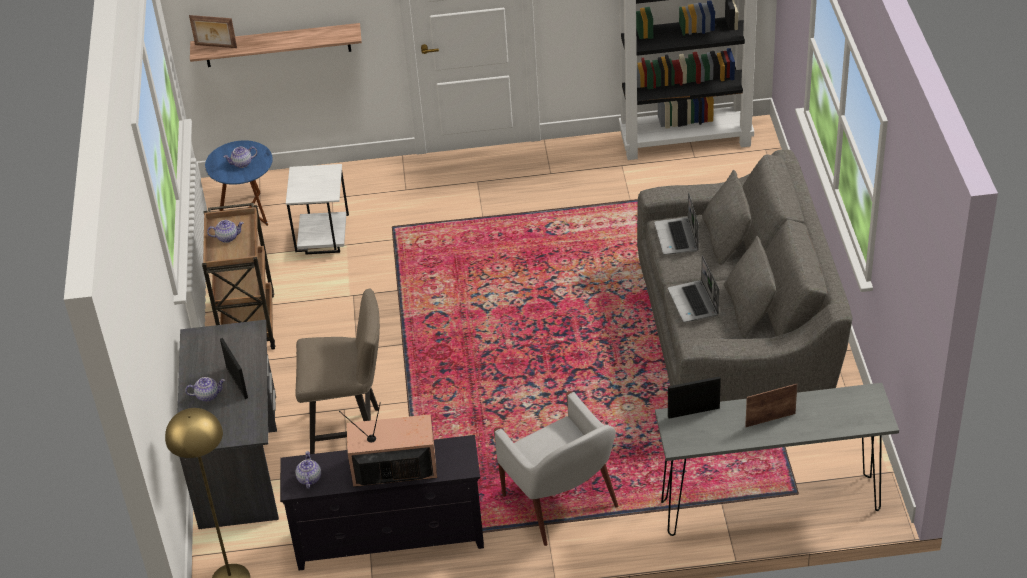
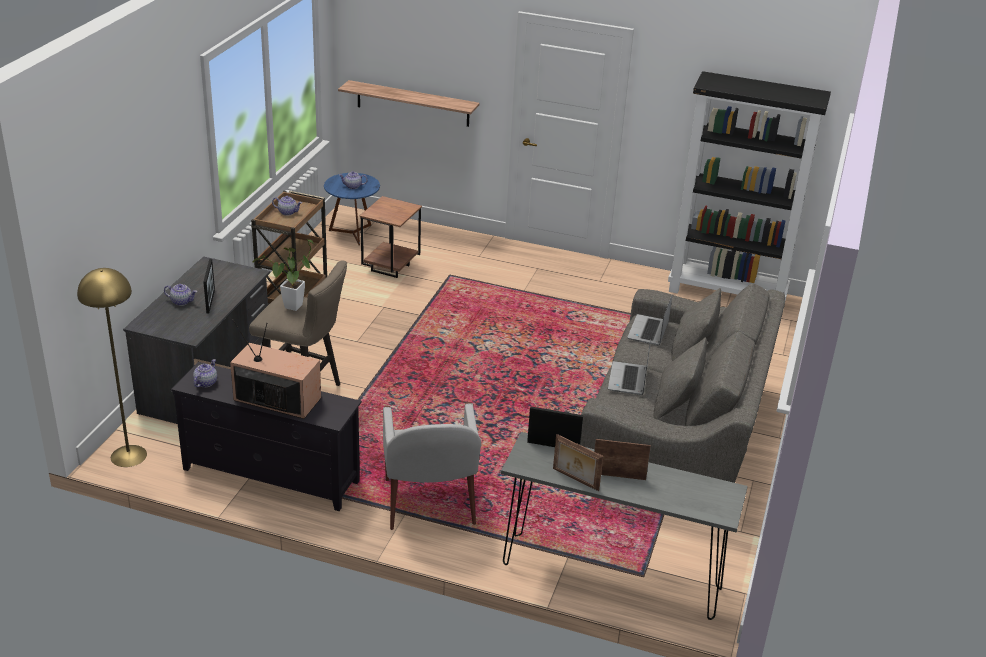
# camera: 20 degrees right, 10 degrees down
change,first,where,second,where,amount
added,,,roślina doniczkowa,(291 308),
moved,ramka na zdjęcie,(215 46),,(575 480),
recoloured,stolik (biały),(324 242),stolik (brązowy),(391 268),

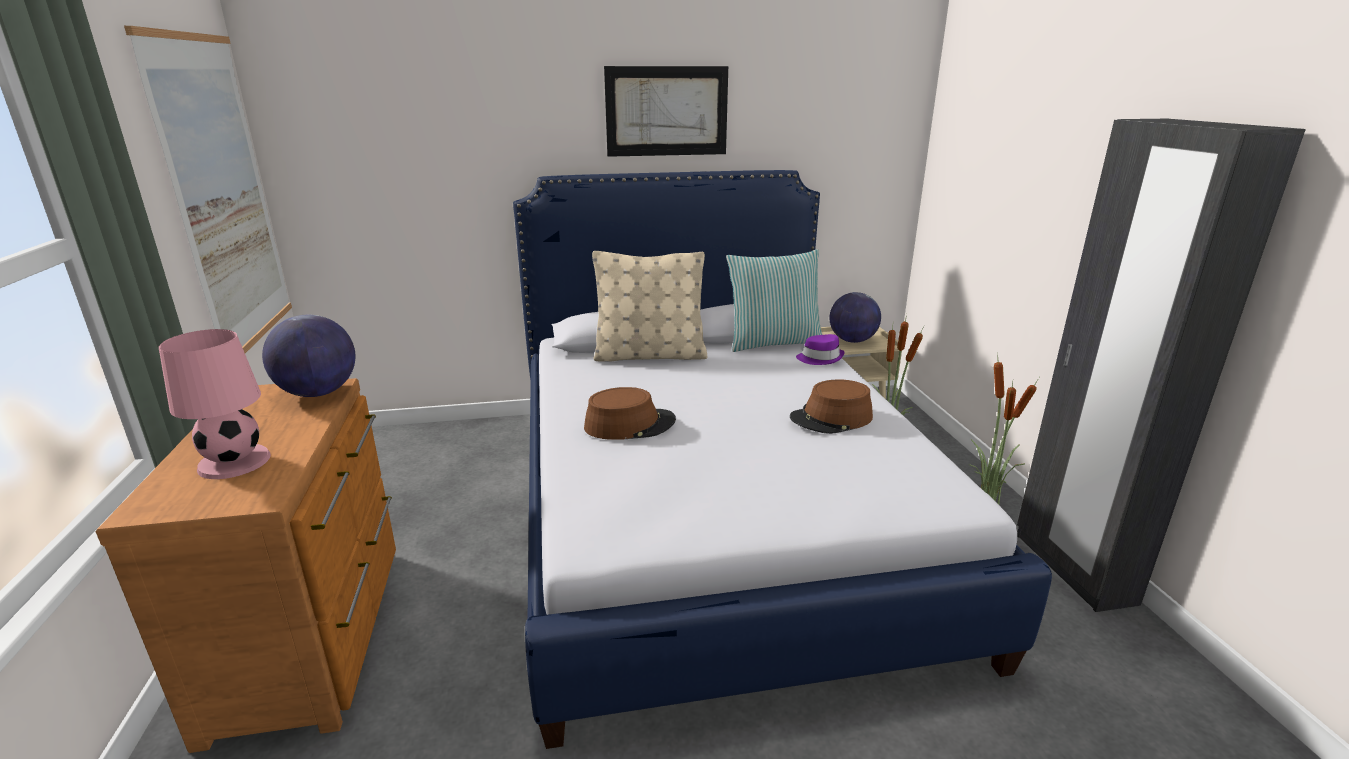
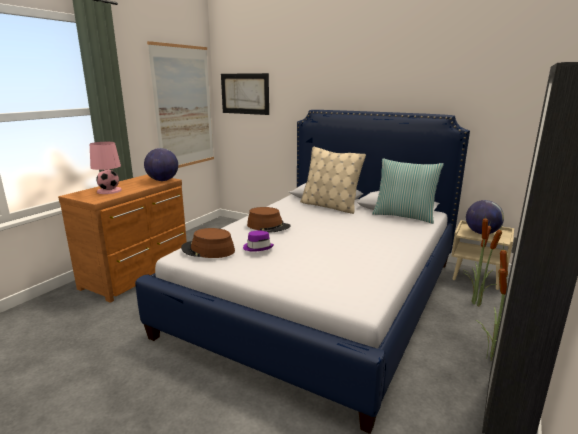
# camera: 40 degrees right, 5 degrees down
change,first,where,second,where,amount
moved,obraz,(667 111),,(244 94),
moved,kapelusz (brązowy),(831 418),,(208 250),
moved,kapelusz (fioletowy),(820 358),,(258 247),

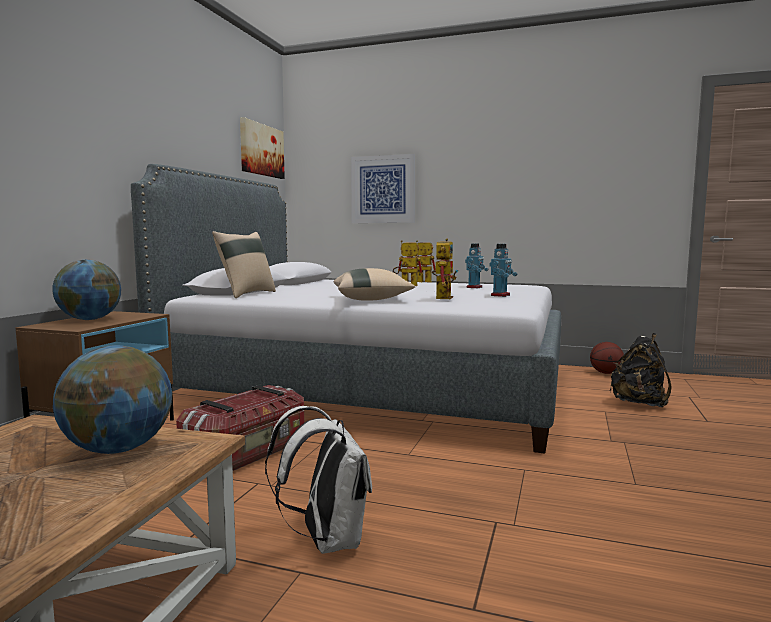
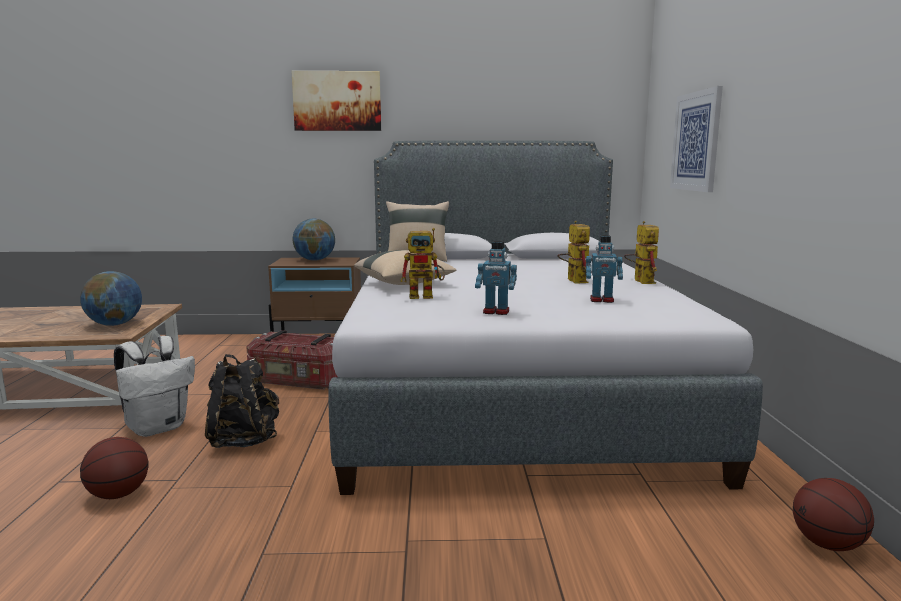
# camera: 70 degrees right, 5 degrees up
change,first,where,second,where,amount
added,,,piłka do koszykówki,(118 495),
moved,obraz,(261 150),,(337 101),
moved,plecak (czarny),(639 403),,(244 440),

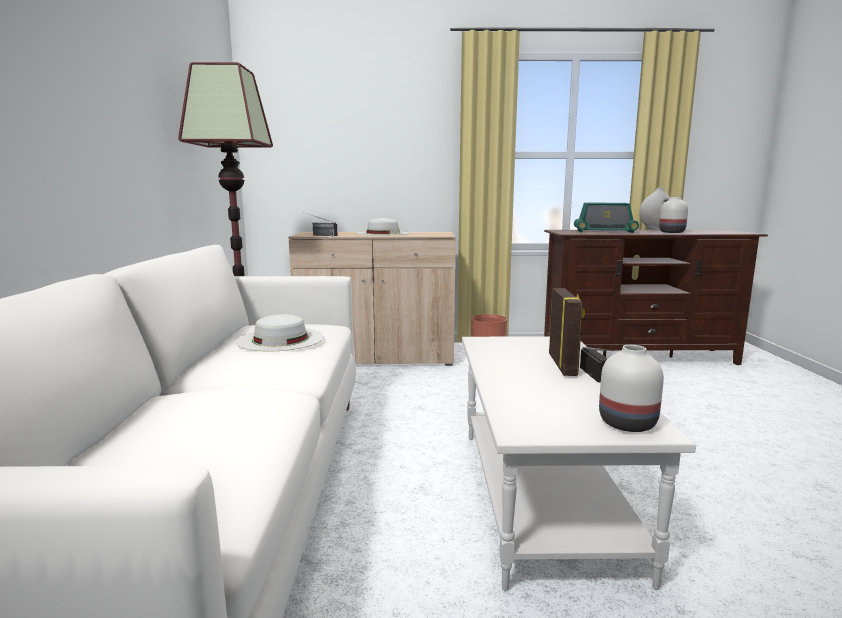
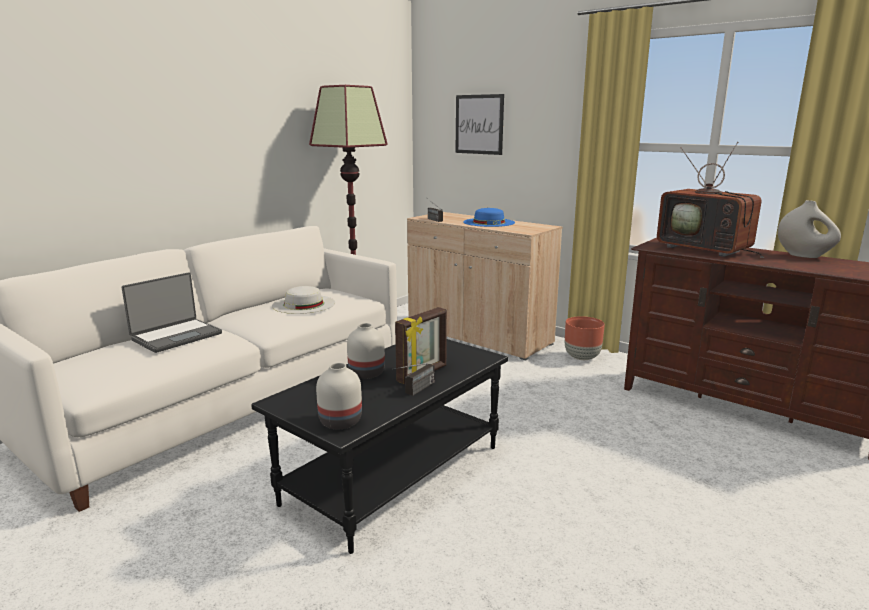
# camera: 40 degrees right, 5 degrees up
change,first,where,second,where,amount
added,,,laptop,(176 336),
added,,,obraz,(479 124),
moved,wazon (biały),(671 232),,(365 373),
replaced,radio,(604 231),telewizor,(707 249),
recoloured,kapelusz (biały),(383 233),kapelusz (niebieski),(489 222),
recoloured,ława (biały),(539 496),ława (czarny),(393 473),

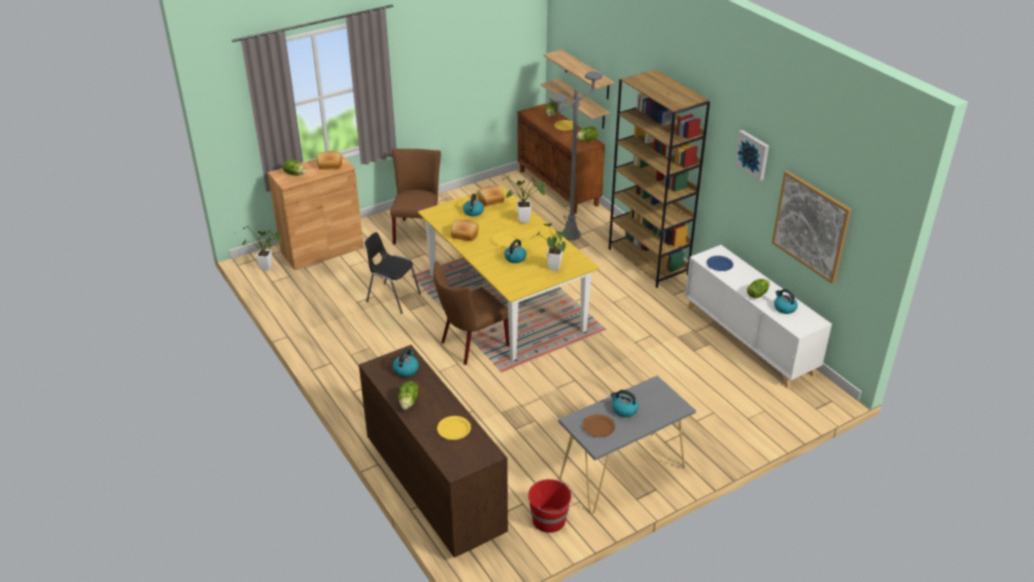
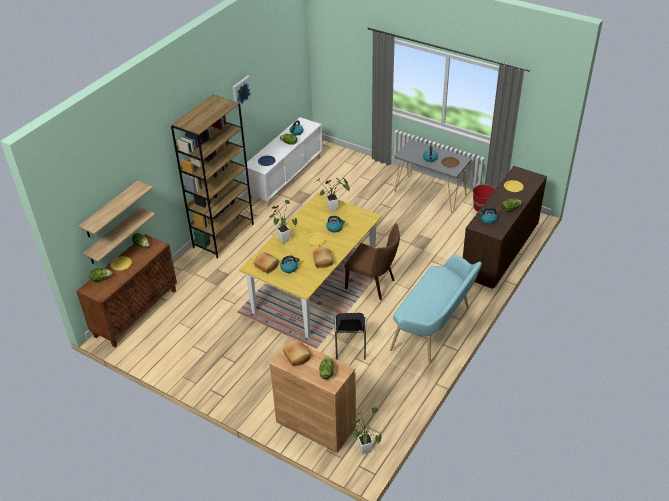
# camera: 115 degrees left, 5 degrees up
change,first,where,second,where,amount
removed,krzesło (brązowy),(418 230),,,
removed,lampa stojąca (szary),(570 235),,,
removed,obraz,(811 226),,,
added,,,ławka (turkusowy),(434 329),

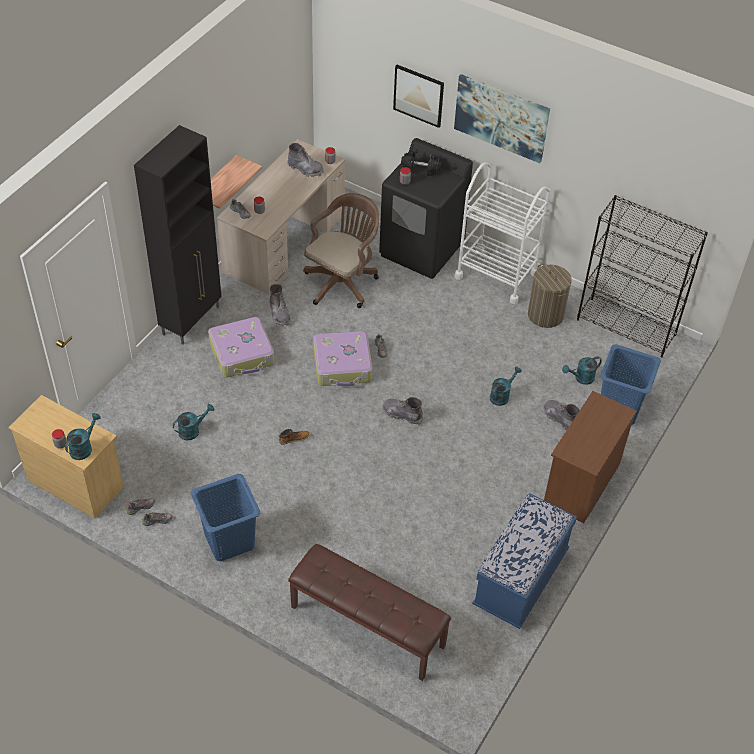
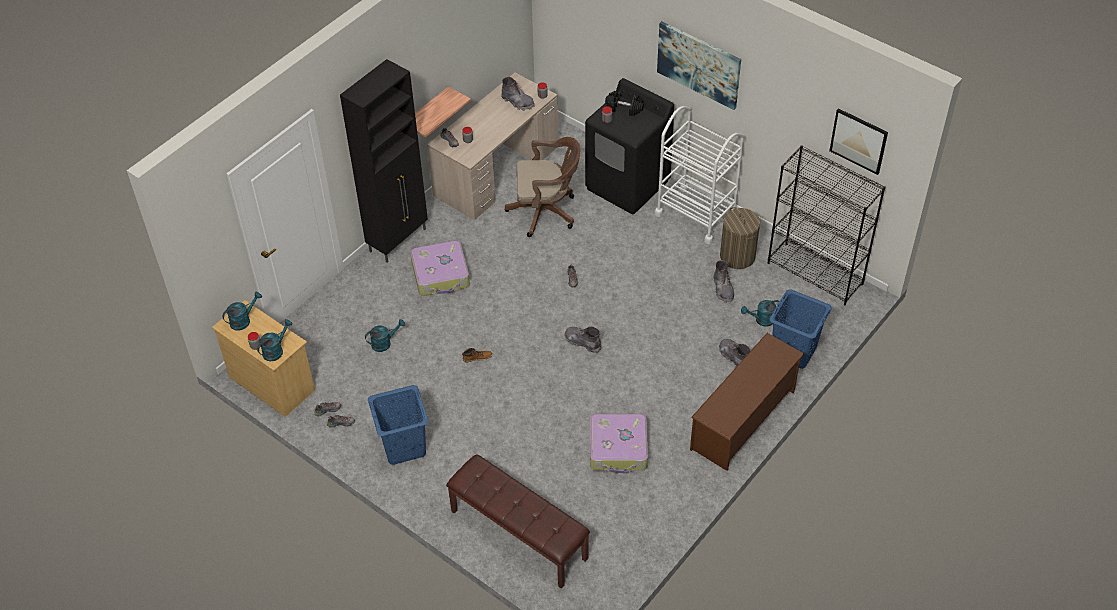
# camera: 10 degrees right, 0 degrees up
change,first,where,second,where,amount
removed,ławka (niebieski),(520 579),,,
moved,but z cholewką (szary),(279 313),,(723 289),
moved,walizka,(343 365),,(618 449),
moved,obraz,(418 95),,(858 141),
moved,konewka (turkusowy),(501 395),,(243 320),
replaced,komoda (brązowy),(581 483),regał na buty (brązowy),(743 420),
turned,krzesło biurowe (brązowy),(343 281),,(546 212),45 degrees clockwise

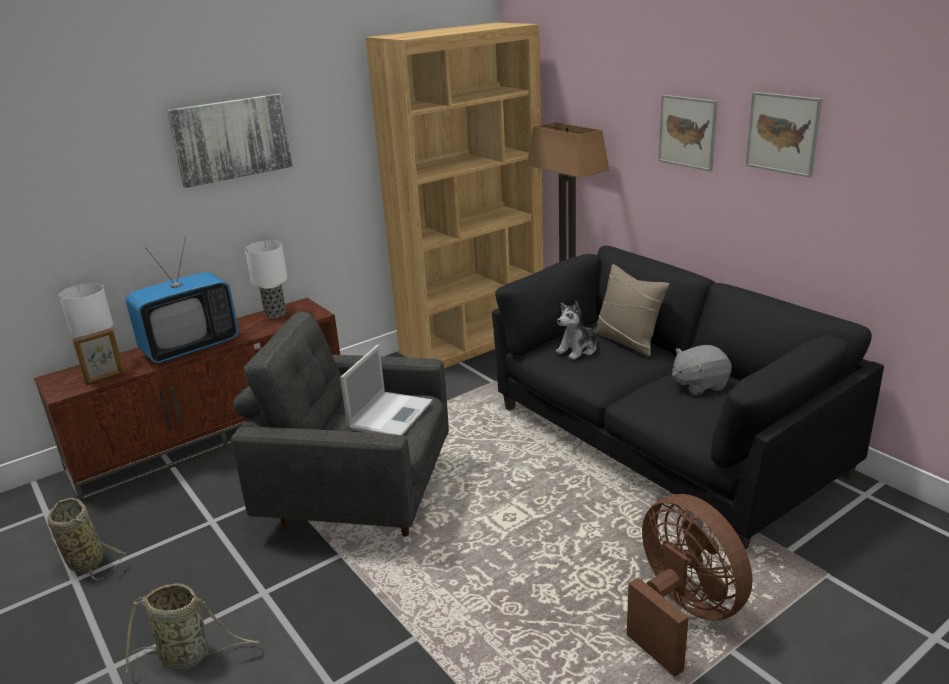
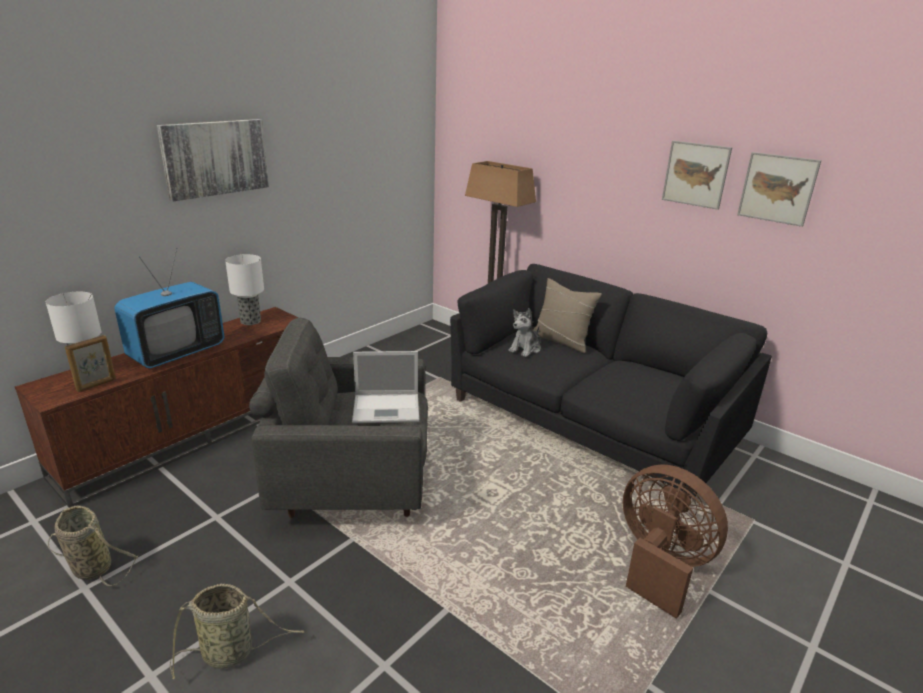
# camera: 15 degrees left, 0 degrees up
change,first,where,second,where,amount
removed,regał (brązowy),(473 341),,,
removed,pluszak (szary),(699 385),,,
moved,obraz,(687 132),,(777 188),
turned,laptop,(391 414),,(388 408),75 degrees clockwise

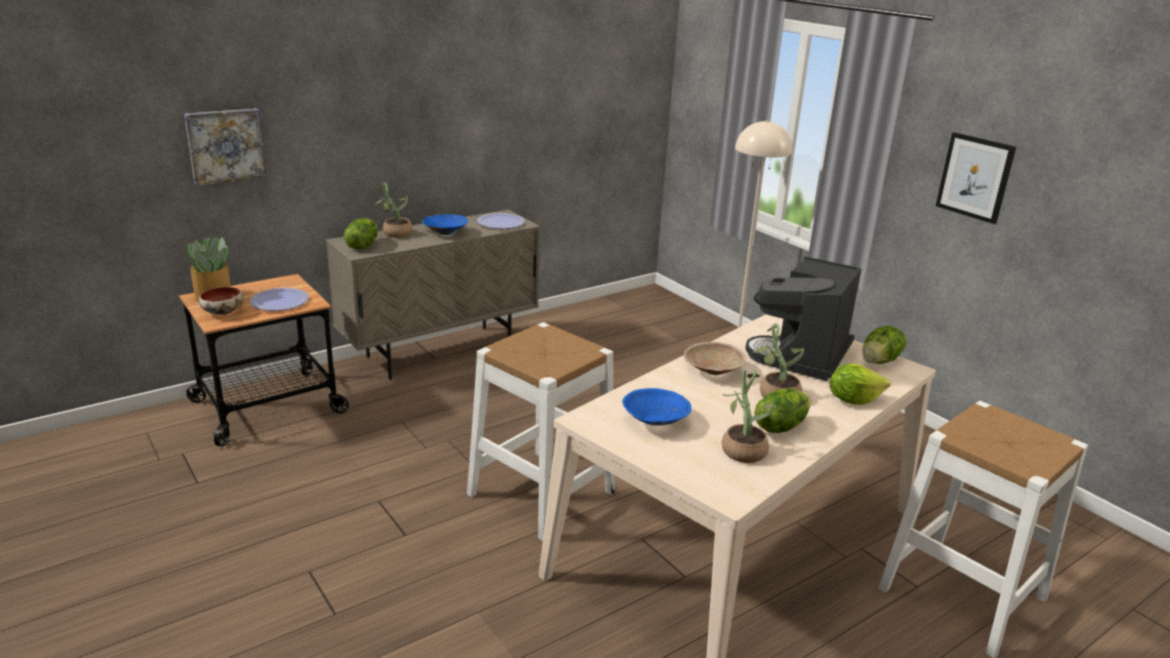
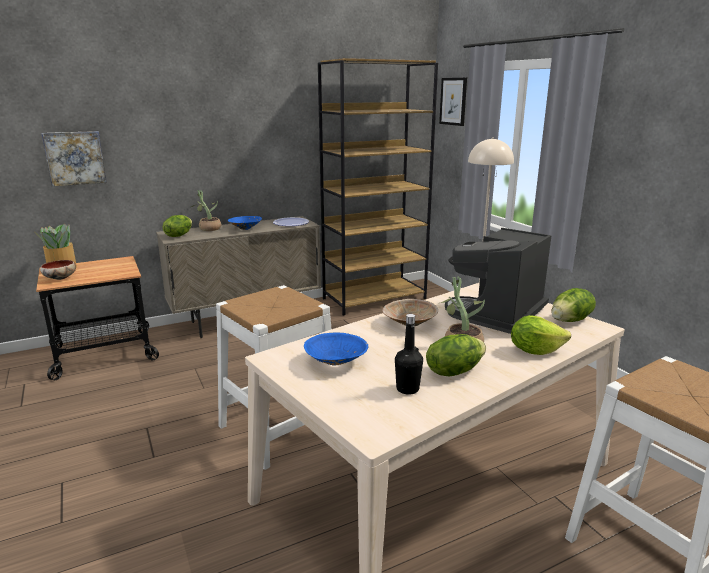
# camera: 10 degrees right, 5 degrees down
change,first,where,second,where,amount
removed,talerz,(279 301),,,
added,,,regał (brązowy),(374 298),
moved,obraz,(975 177),,(453 101),
replaced,roślina doniczkowa,(741 448),butelka (czarny),(407 389),

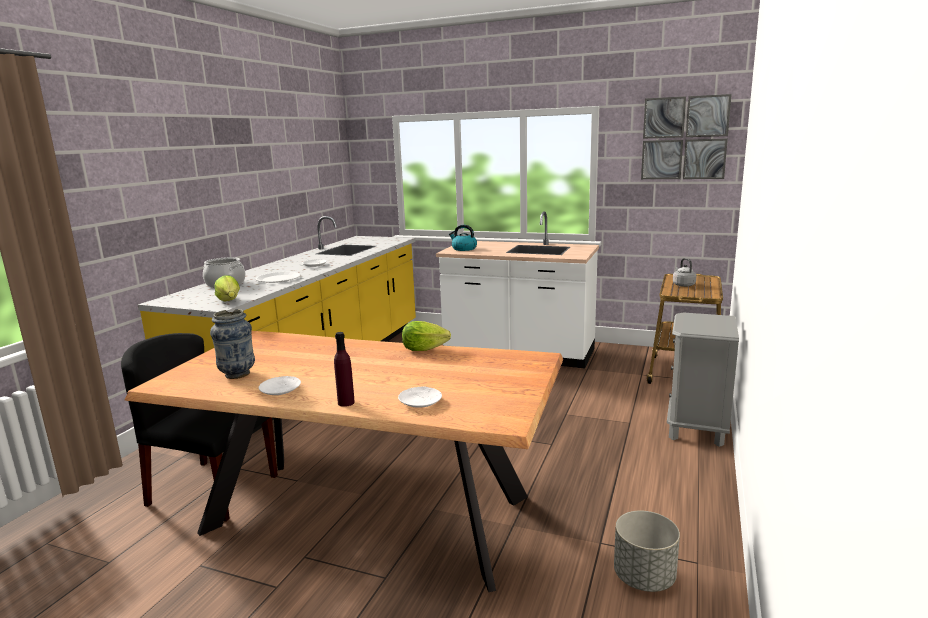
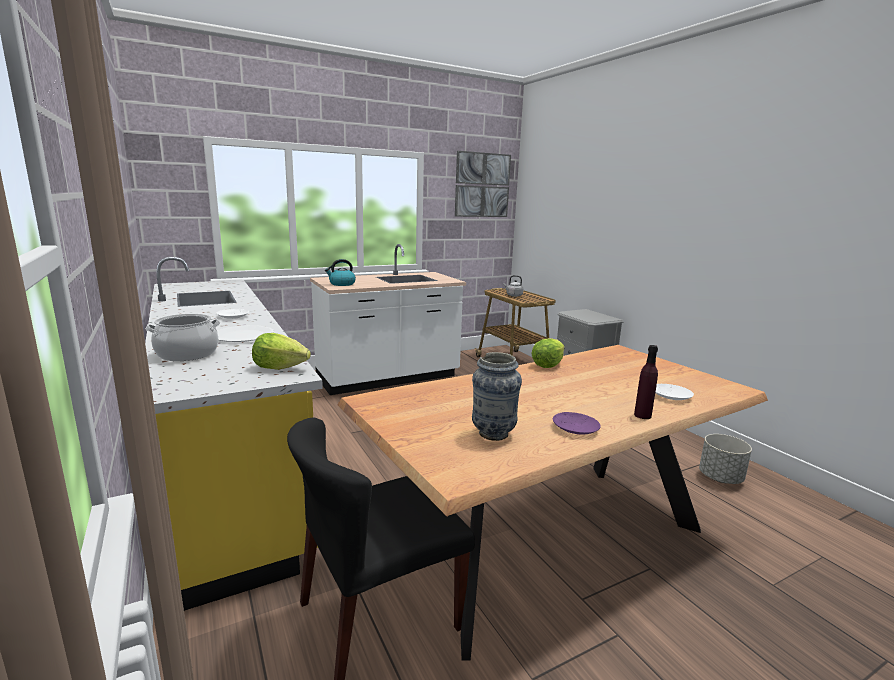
# camera: 50 degrees left, 0 degrees up
change,first,where,second,where,amount
recoloured,talerz (biały),(281 390),talerz (fioletowy),(575 428),

